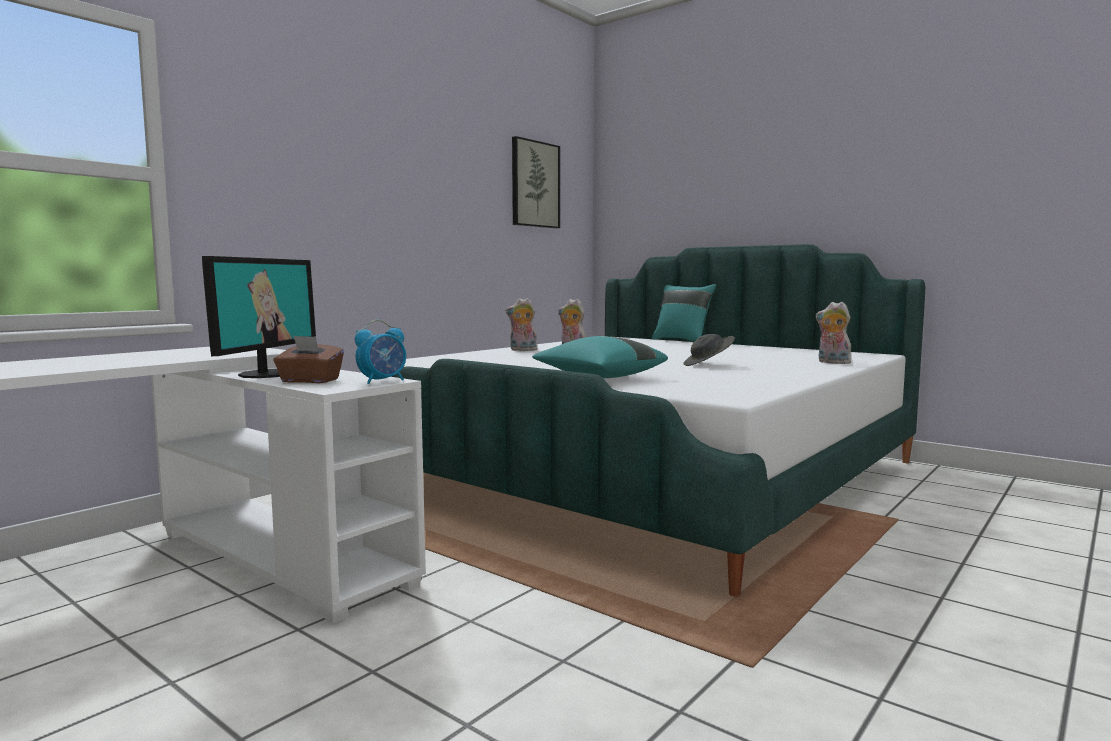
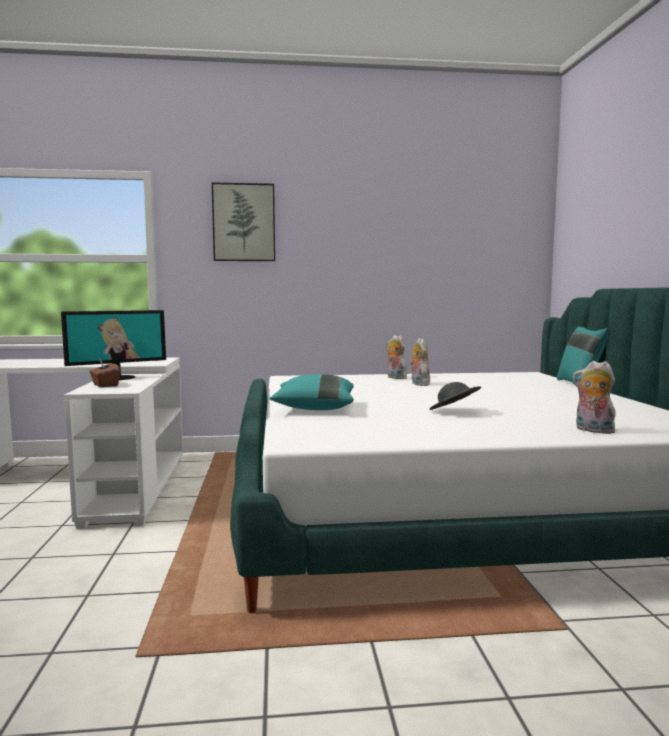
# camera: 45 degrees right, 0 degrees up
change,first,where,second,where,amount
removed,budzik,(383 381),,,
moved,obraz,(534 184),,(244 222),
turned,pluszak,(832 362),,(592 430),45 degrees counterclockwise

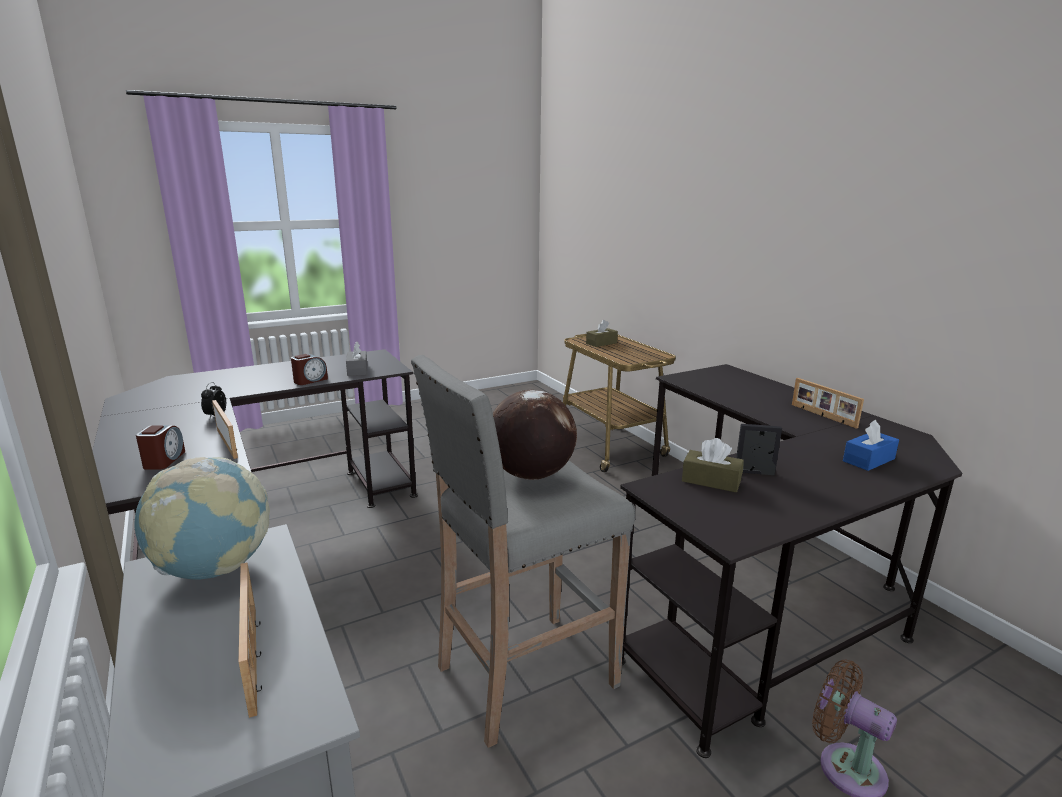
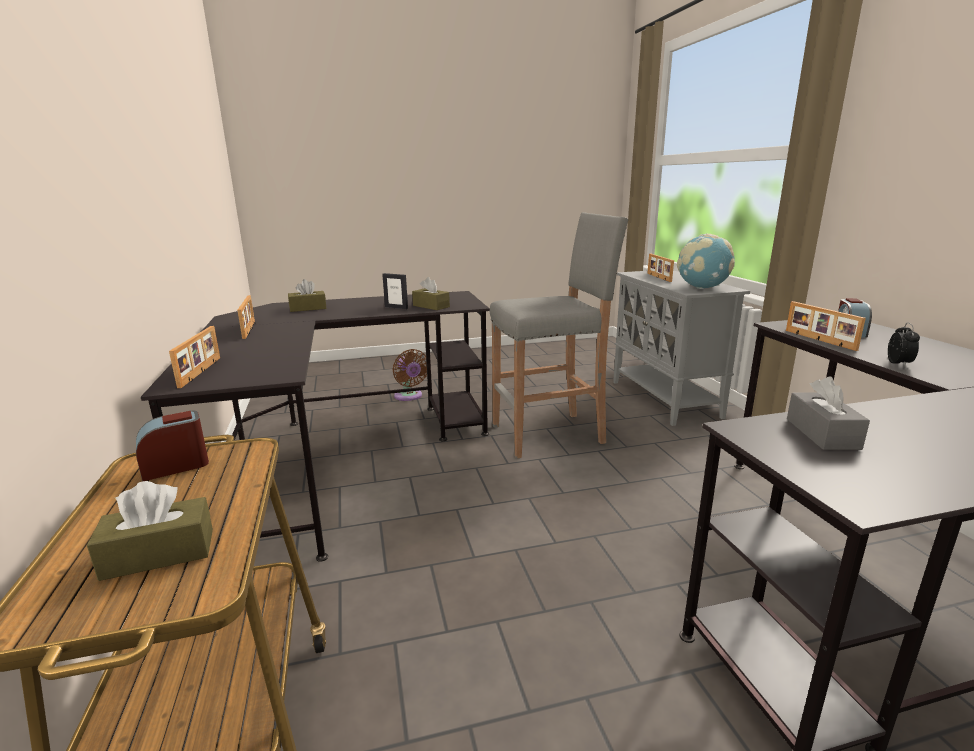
# camera: 165 degrees left, 0 degrees up
change,first,where,second,where,amount
removed,globus,(530 475),,,
added,,,ramka na zdjęcie,(201 372),
moved,budzik,(310 380),,(176 466),
recoloured,pudełko chusteczek (niebieski),(868 460),pudełko chusteczek (brązowy),(308 308),

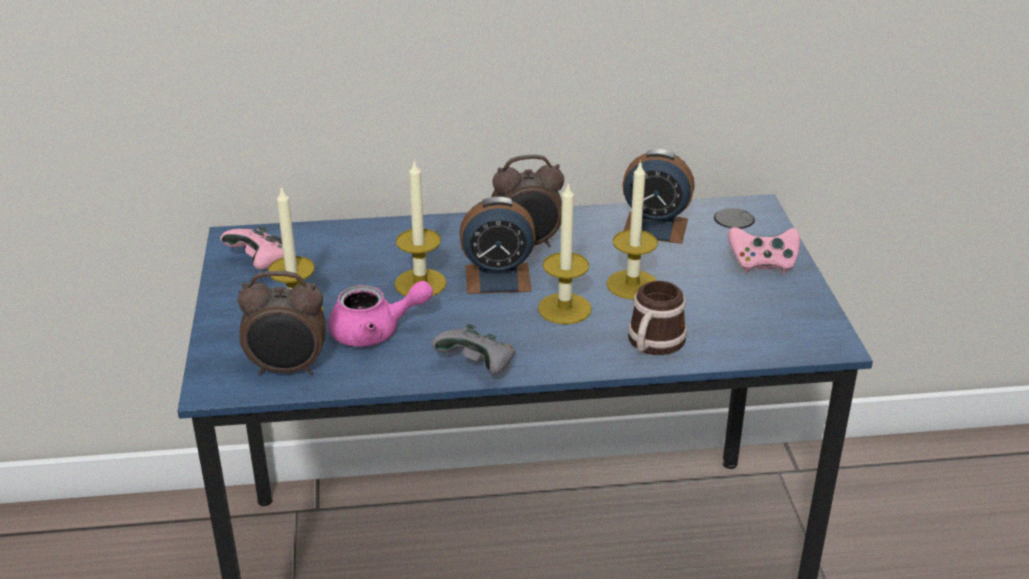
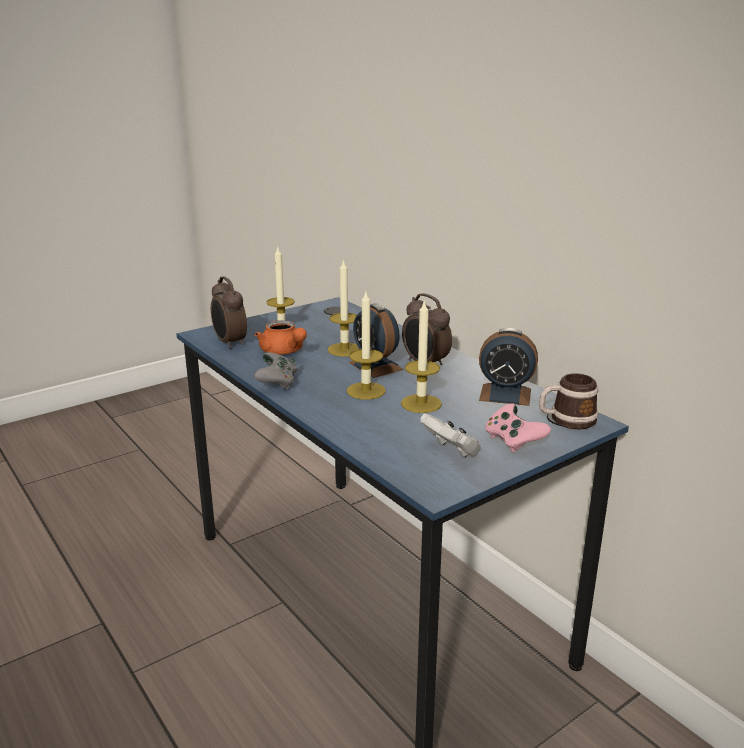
# camera: 60 degrees right, 10 degrees down
change,first,where,second,where,amount
removed,pad do gier (różowy),(261 264),,,
added,,,pad do gier (biały),(451 451),
moved,kubek,(653 345),,(566 420),
recoloured,imbryk (różowy),(376 332),imbryk (pomarańczowy),(284 352),
turned,budzik,(655 227),,(505 395),60 degrees counterclockwise

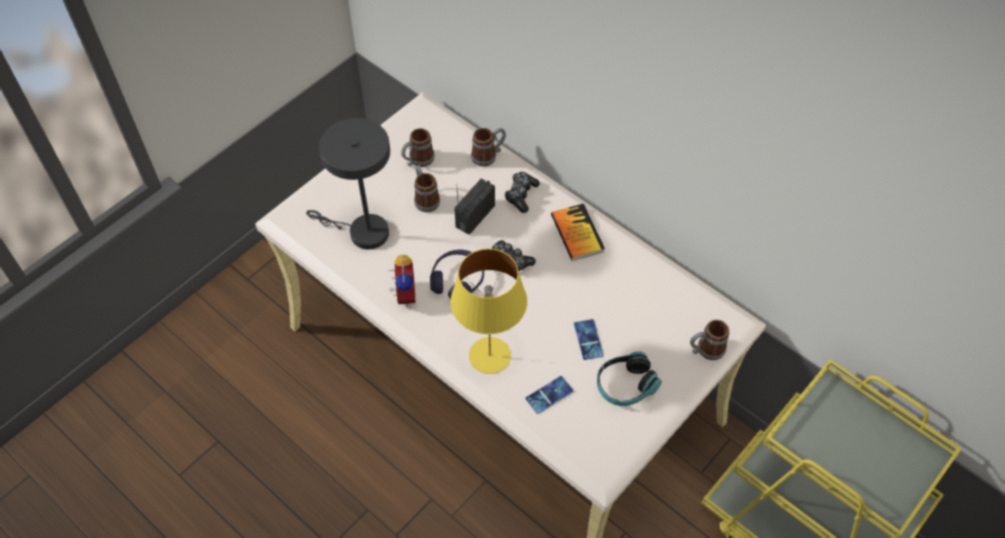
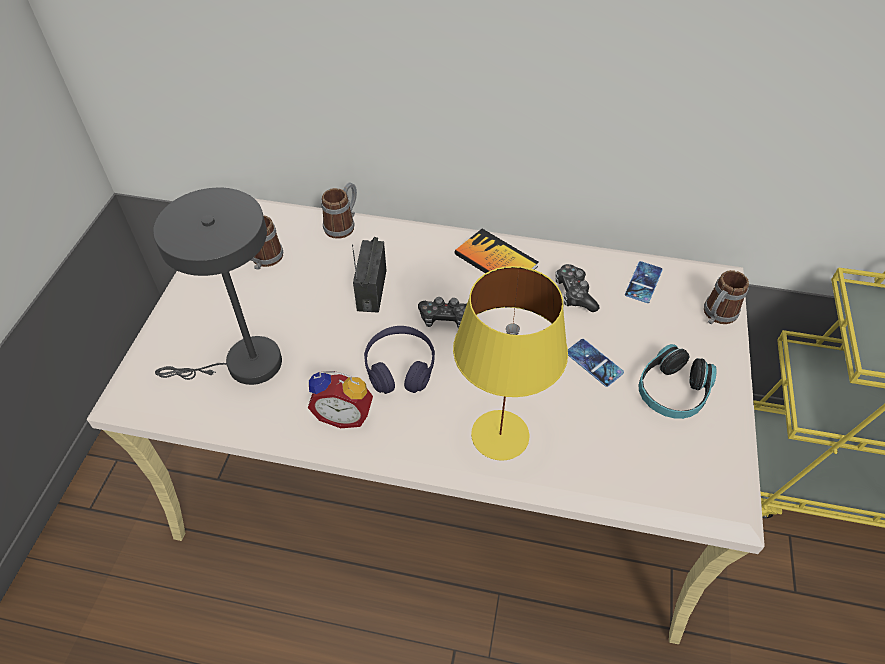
# camera: 30 degrees left, 5 degrees down
change,first,where,second,where,amount
removed,kubek,(425 198),,,
moved,pad do gier,(521 195),,(574 294),
moved,telefon,(549 395),,(643 282),
turned,budzik,(403 294),,(344 414),135 degrees clockwise

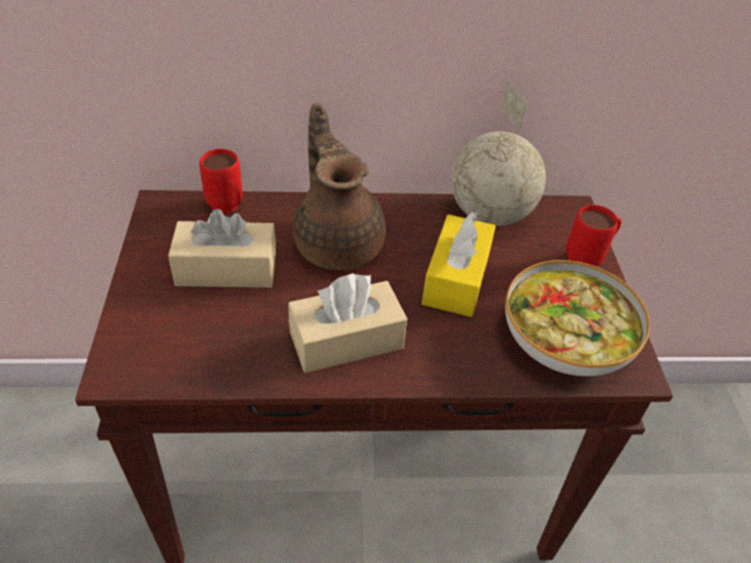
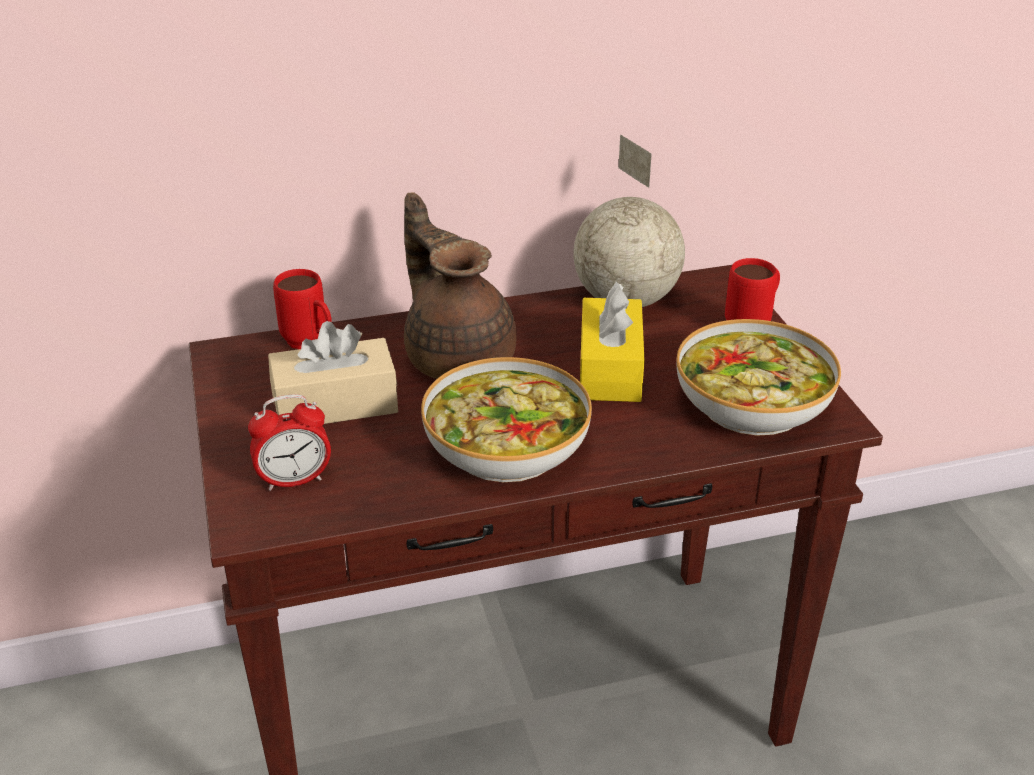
# camera: 10 degrees left, 10 degrees down
change,first,where,second,where,amount
added,,,budzik,(294 480),
replaced,pudełko chusteczek (beżowy),(346 340),miska,(506 448),

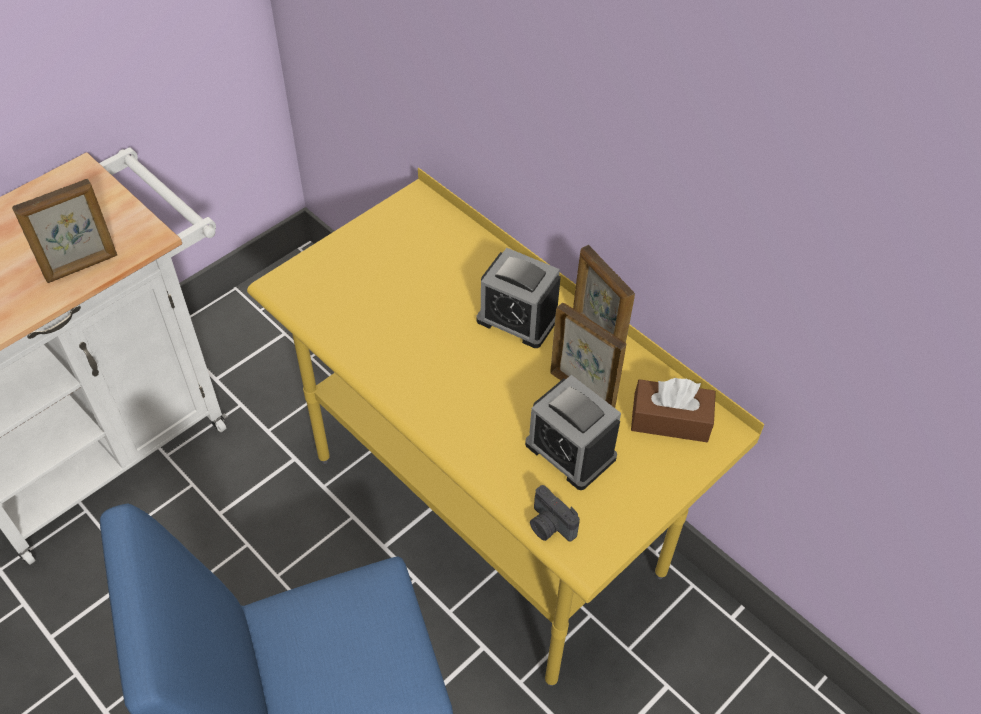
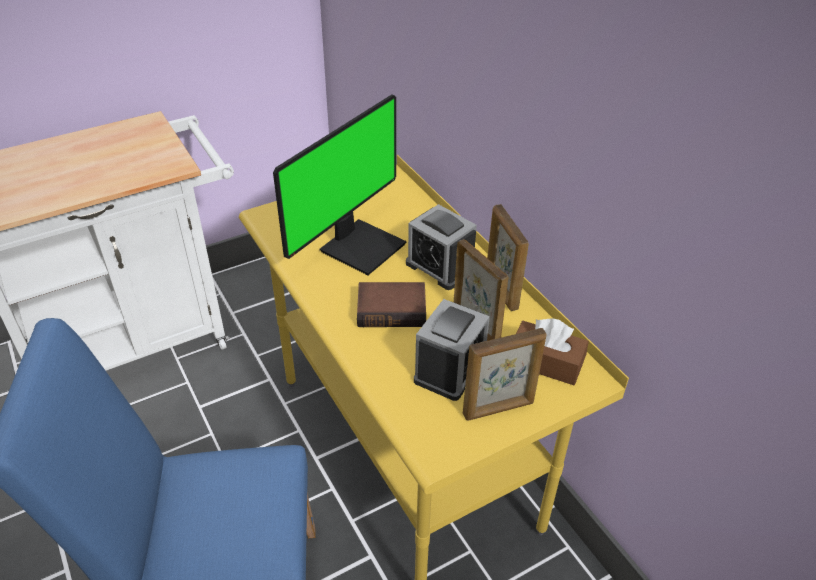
# camera: 15 degrees right, 10 degrees down
change,first,where,second,where,amount
removed,aparat fotograficzny,(549 526),,,
added,,,monitor,(360 246),
added,,,książka,(392 309),
moved,ramka na zdjęcie,(82 267),,(499 409),
turned,budzik,(570 450),,(450 369),120 degrees counterclockwise

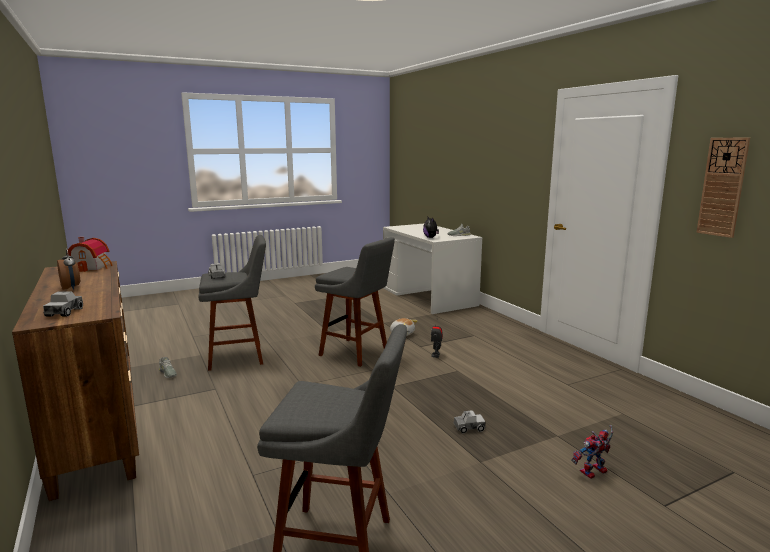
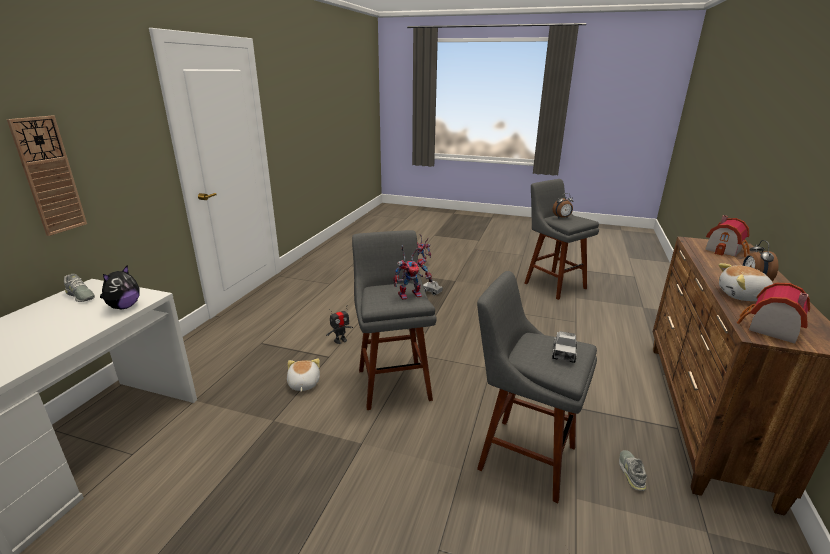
# camera: 135 degrees left, 10 degrees up
change,first,where,second,where,amount
added,,,robot zabawkowy,(411 294),
added,,,budzik,(562 218),
added,,,pluszak,(742 296),
moved,zegar ścienny,(722 187),,(49 176),
replaced,ciężarówka zabawkowa,(65 312),domek,(726 250),

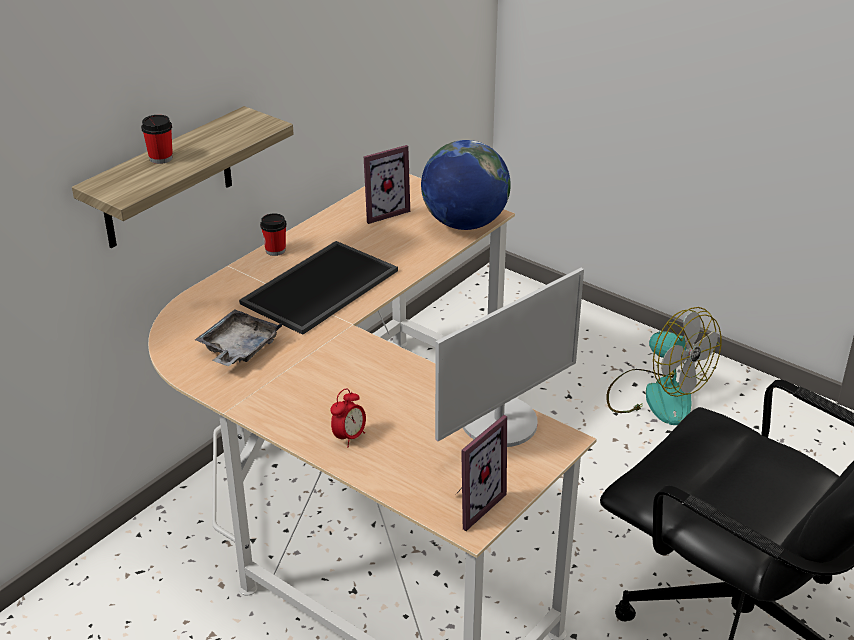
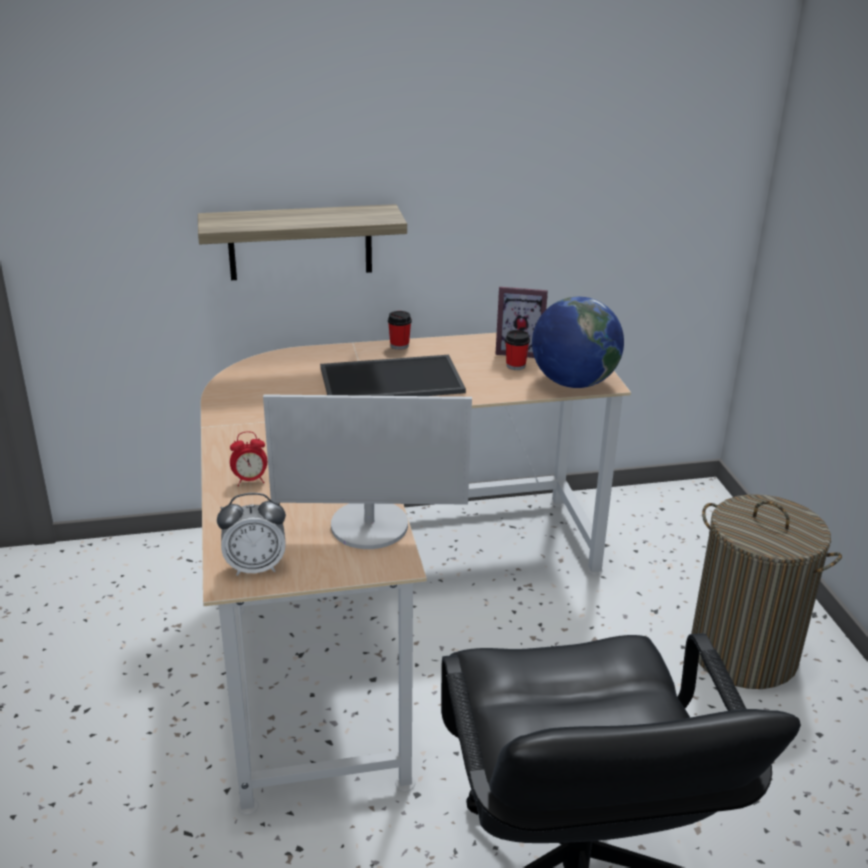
# camera: 40 degrees right, 5 degrees down
change,first,where,second,where,amount
removed,taca (szary),(238 348),,,
moved,filiżanka,(161 158),,(515 366),
replaced,ramka na zdjęcie,(471 504),budzik,(255 567),
replaced,wentylator,(656 395),kosz na pranie,(743 653),

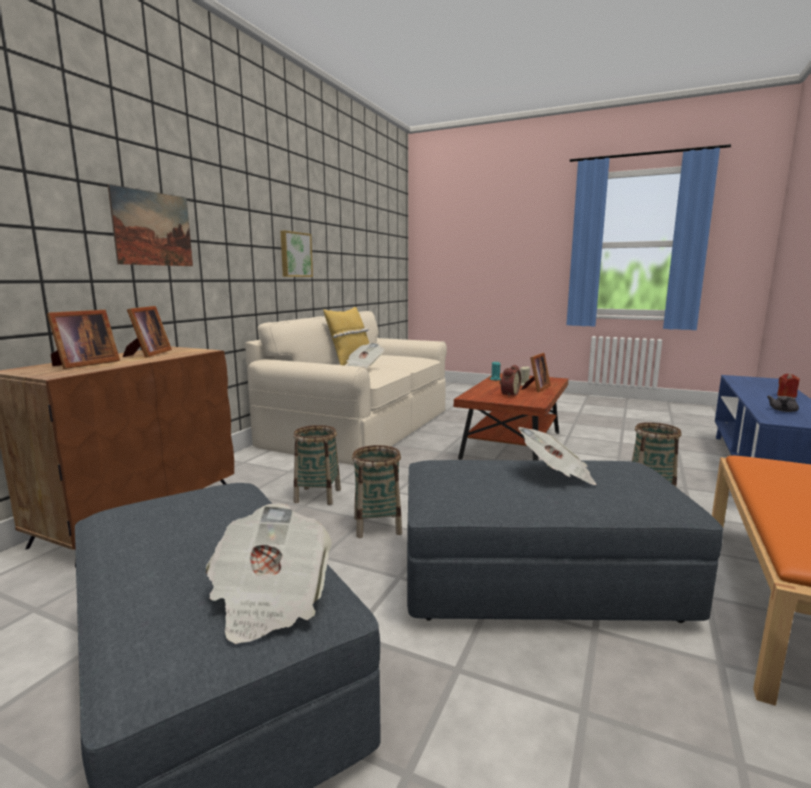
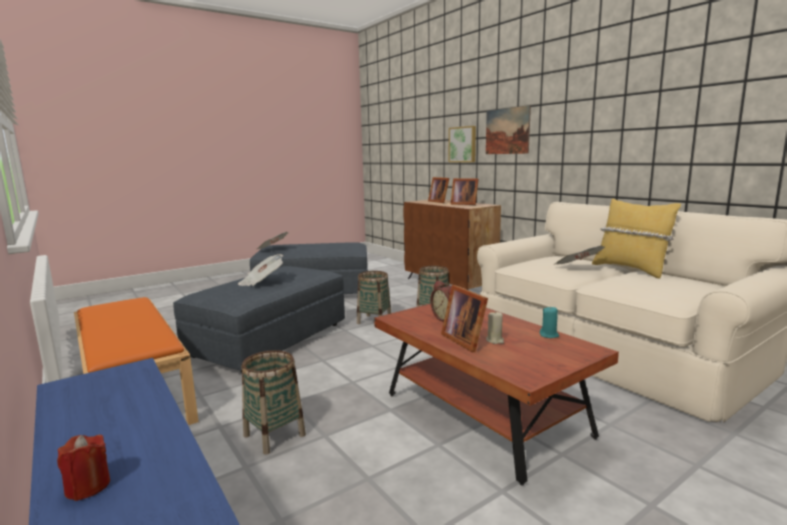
# camera: 120 degrees right, 0 degrees up
change,first,where,second,where,amount
removed,imbryk (szary),(782 411),,,
moved,obraz,(295 254),,(463 144),

